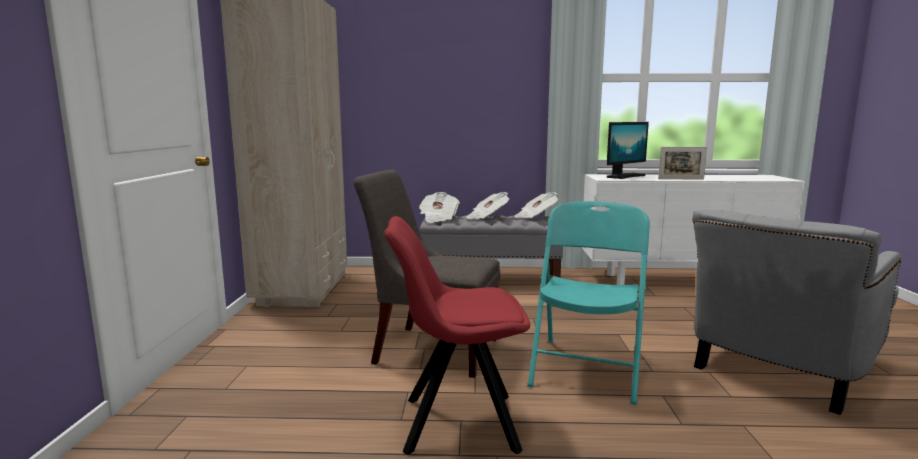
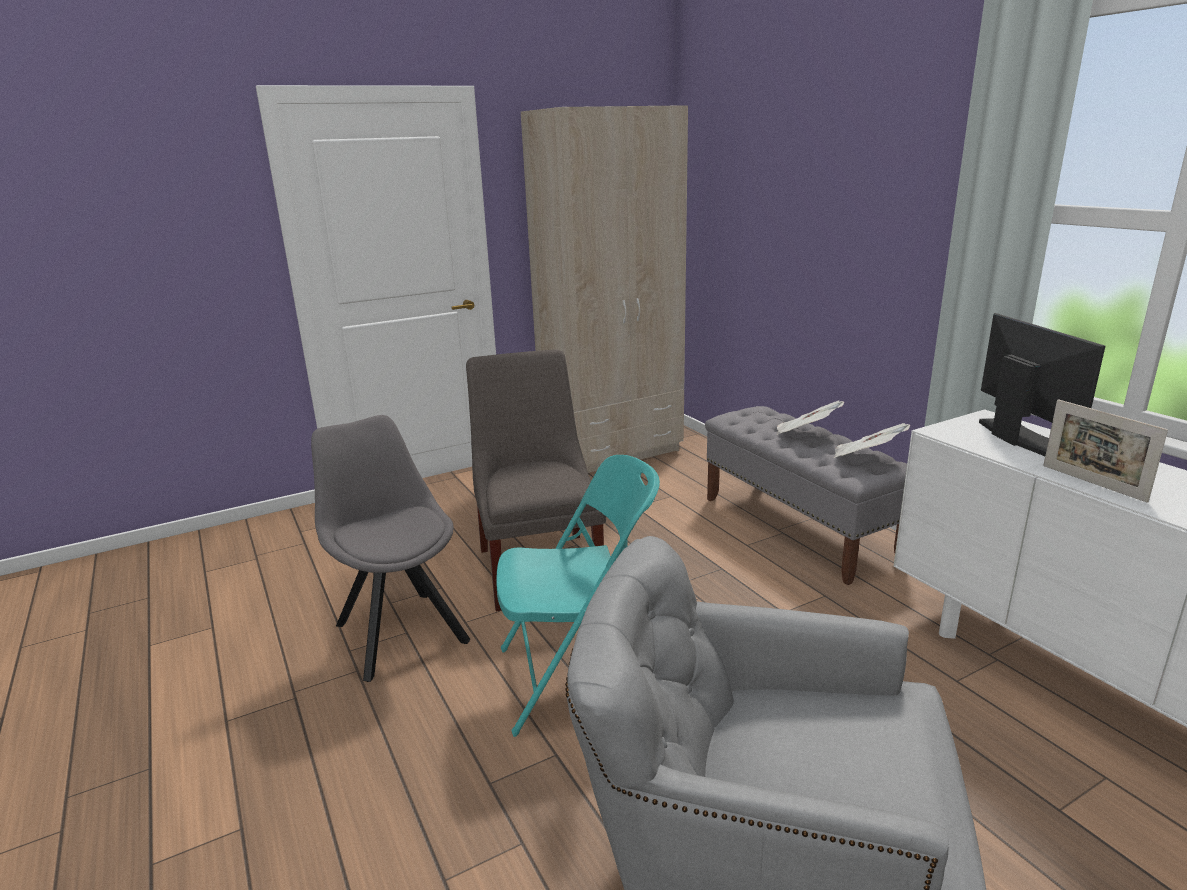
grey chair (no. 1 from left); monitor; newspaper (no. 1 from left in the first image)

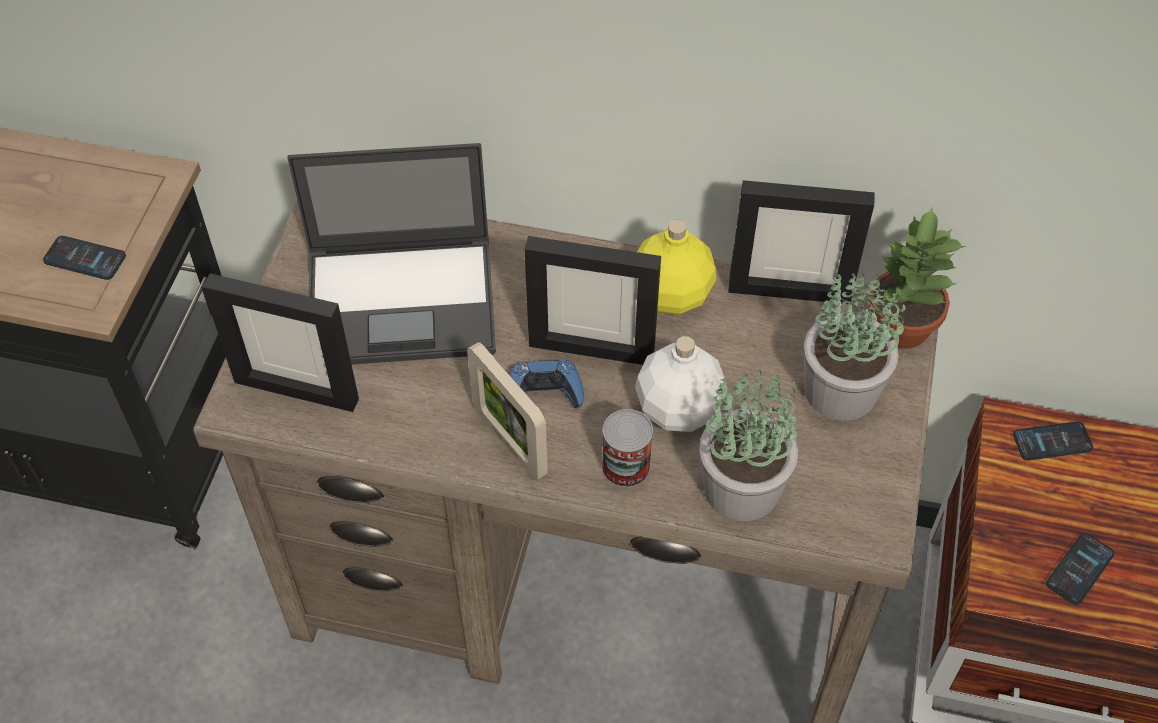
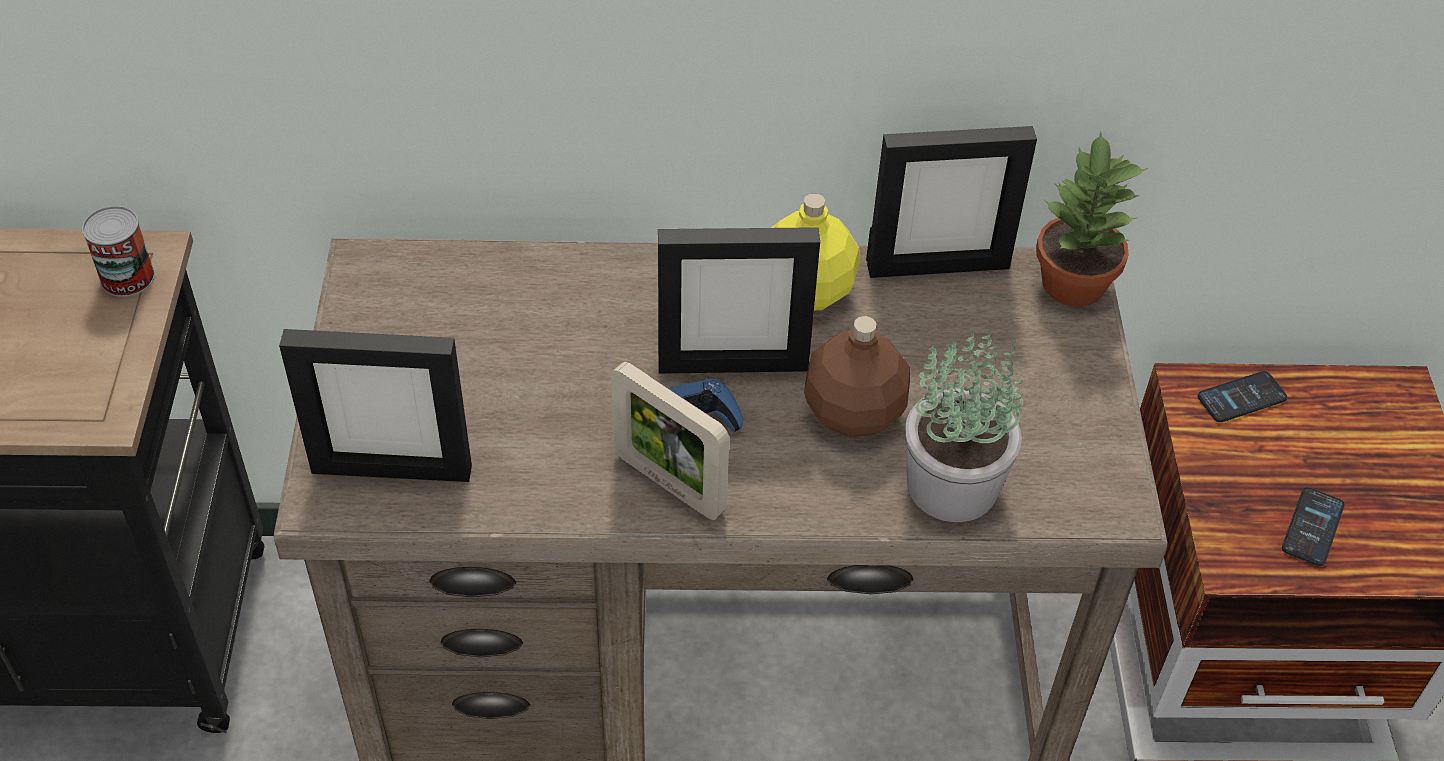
can; brown bottle; phone (no. 1 from left in the first image); laptop; potted plant (no. 2 from left in the first image)

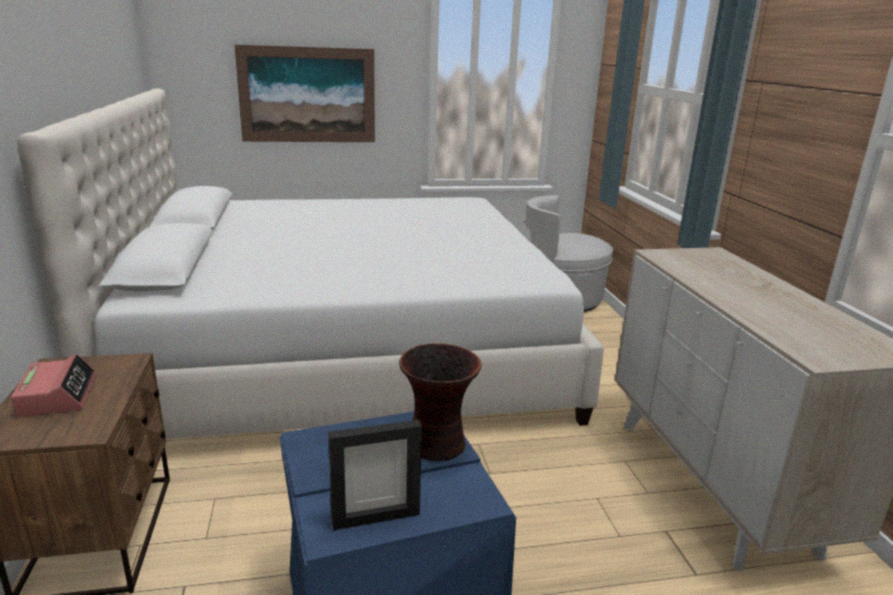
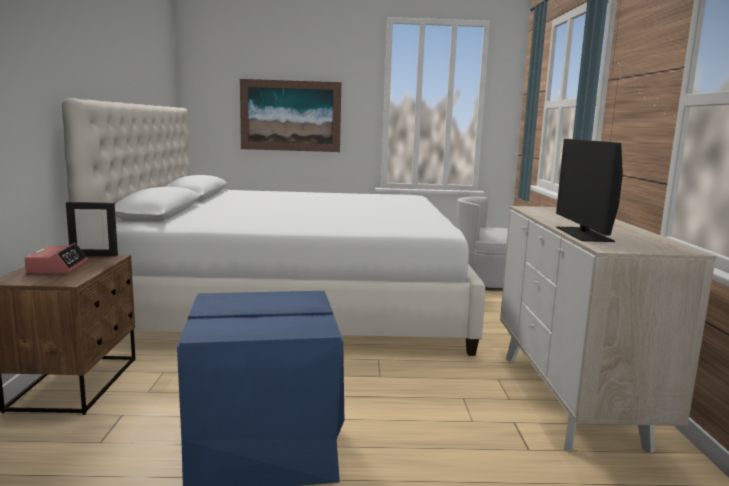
picture frame; monitor; vase

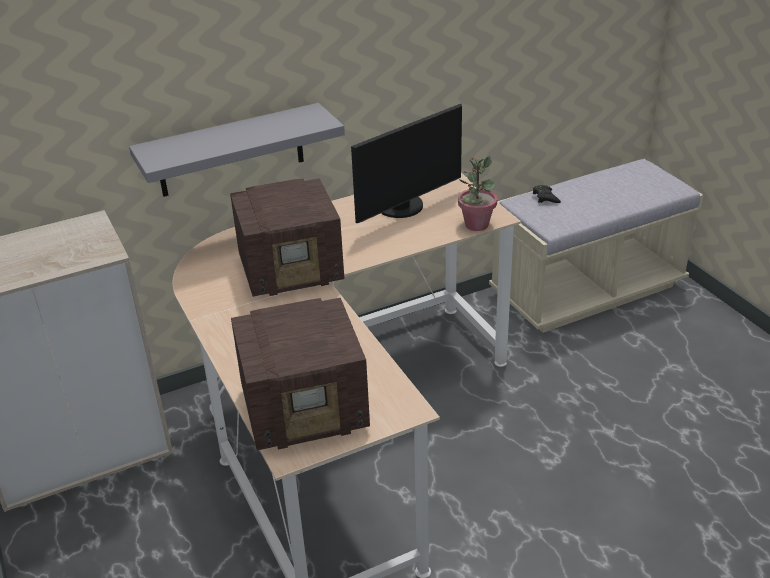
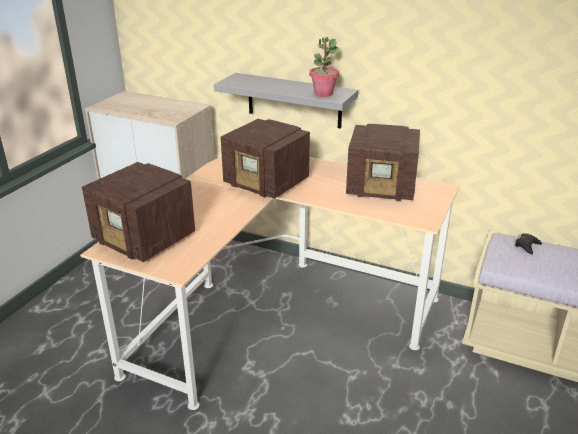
potted plant; radio (no. 3 from left)

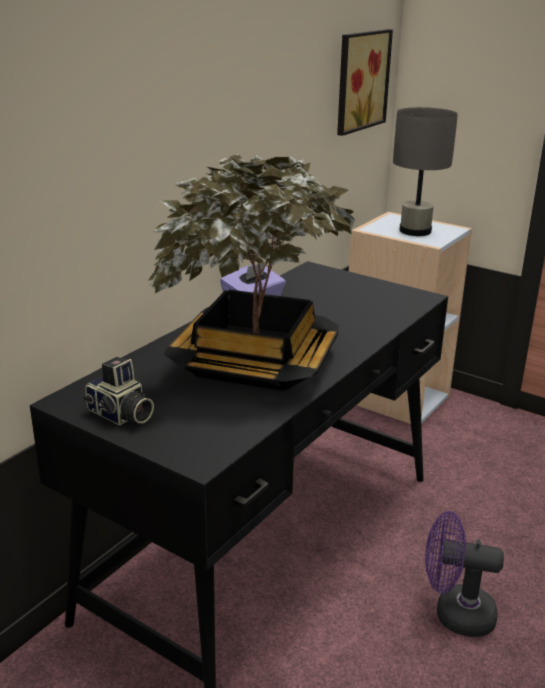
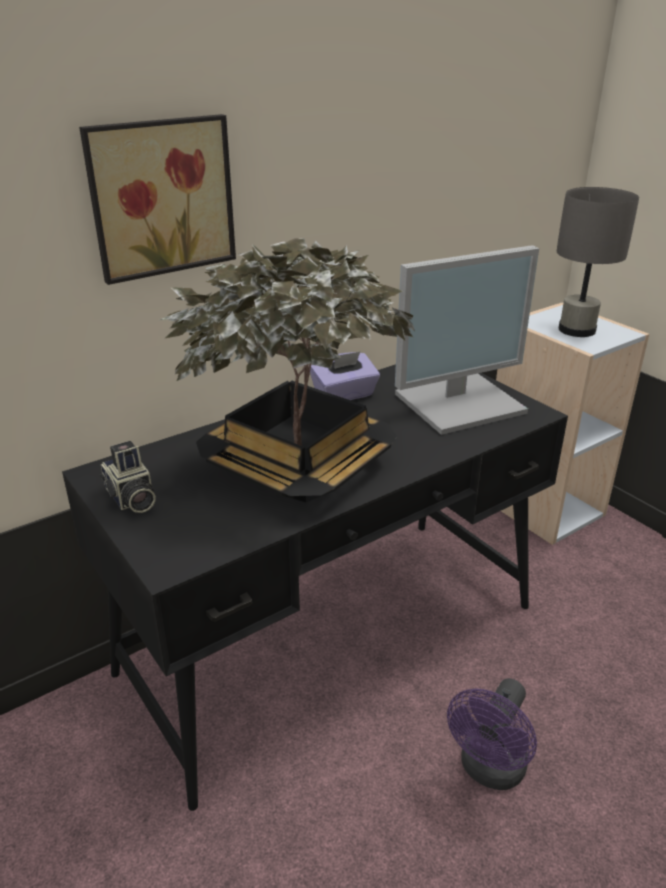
picture; monitor; purple fan

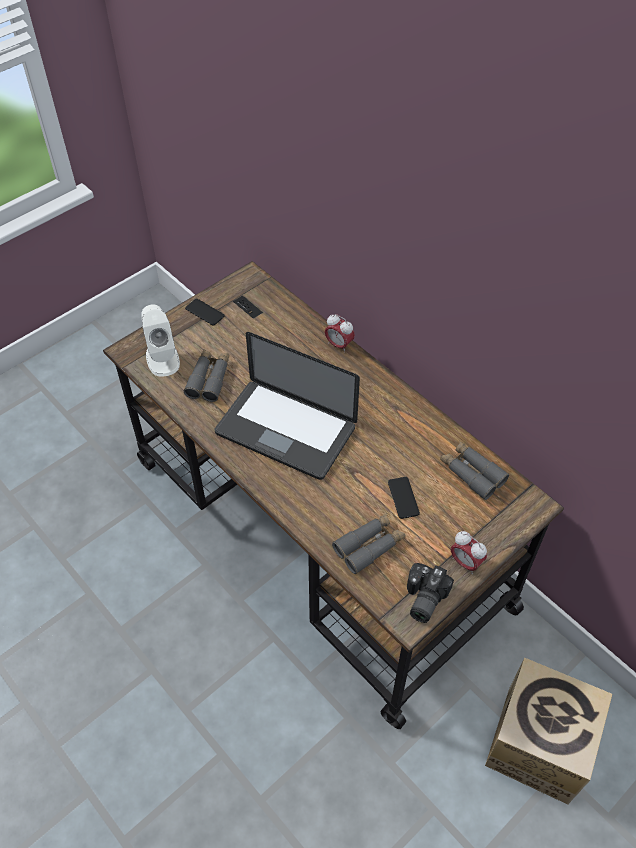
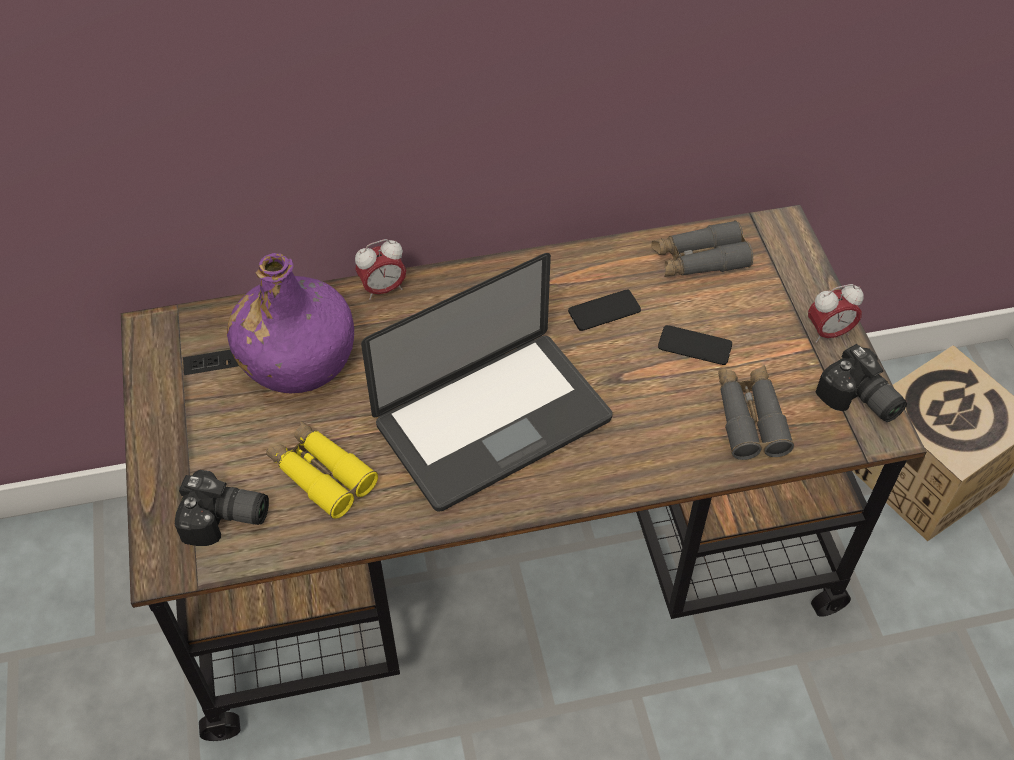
photo camera (no. 1 from left); purple bottle; yellow binoculars; phone (no. 1 from left)

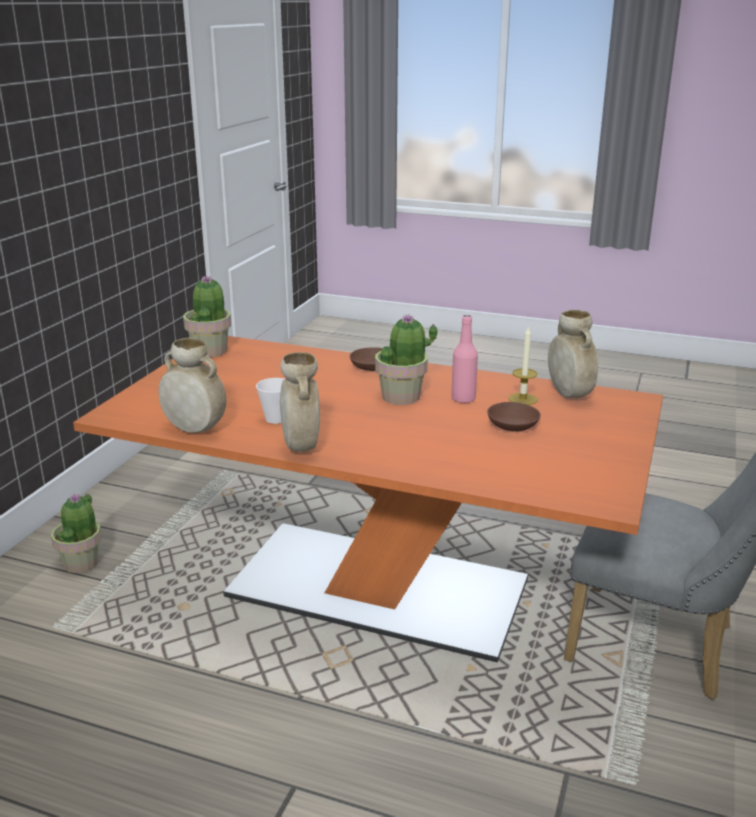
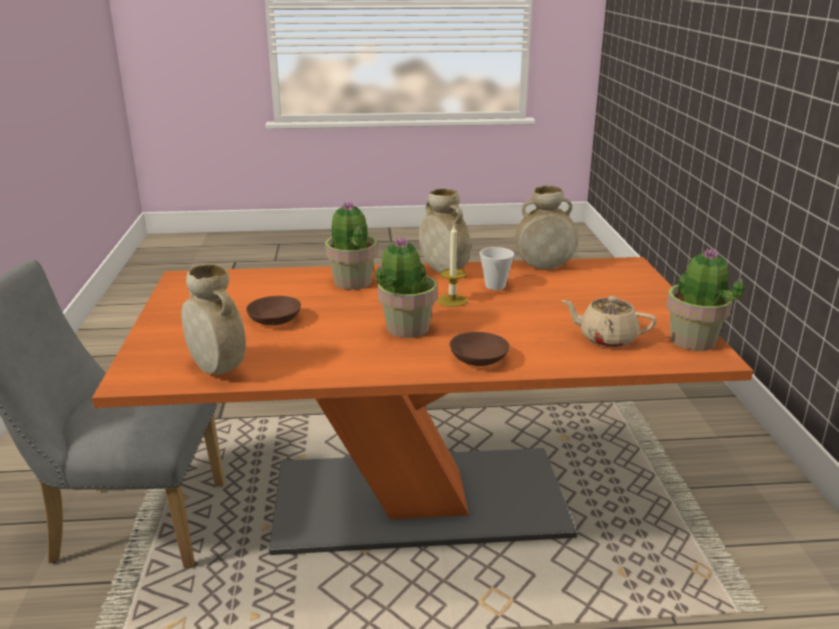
potted plant (no. 1 from left); candle; beige teapot; pink bottle

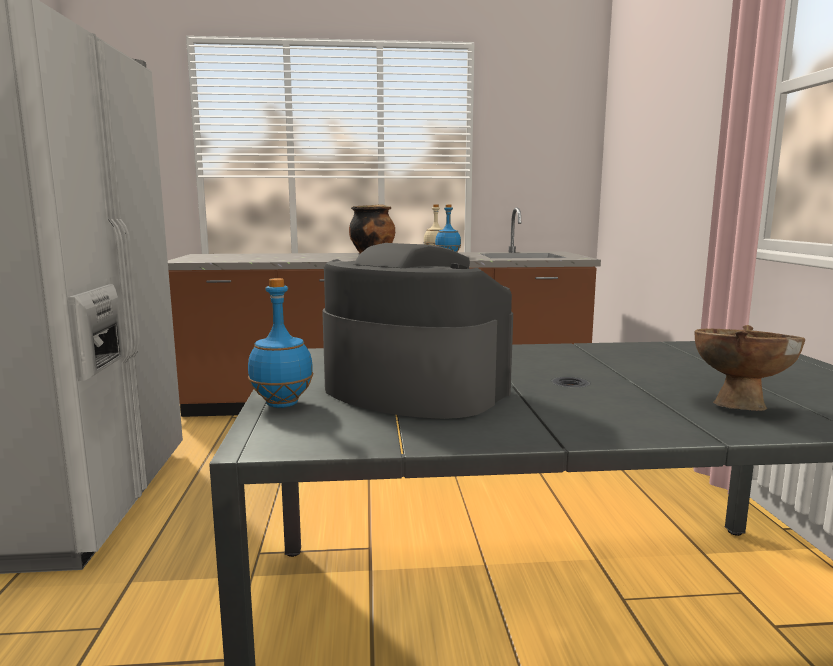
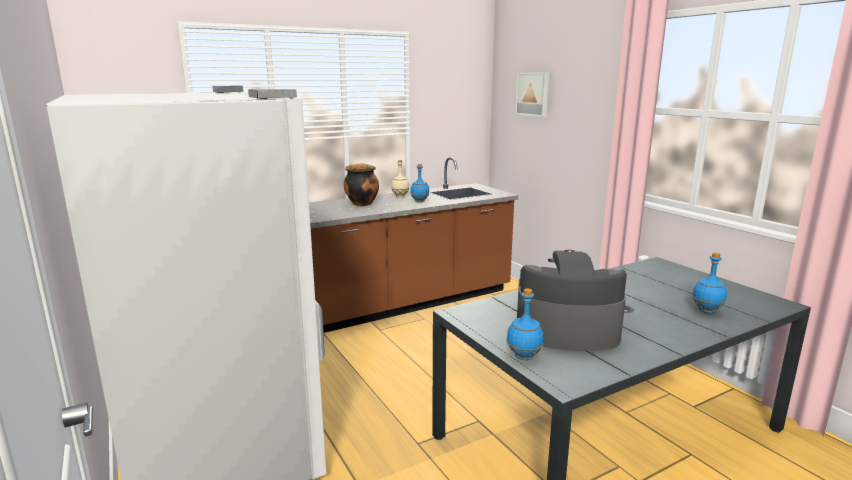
picture; blue bottle (no. 3 from left)

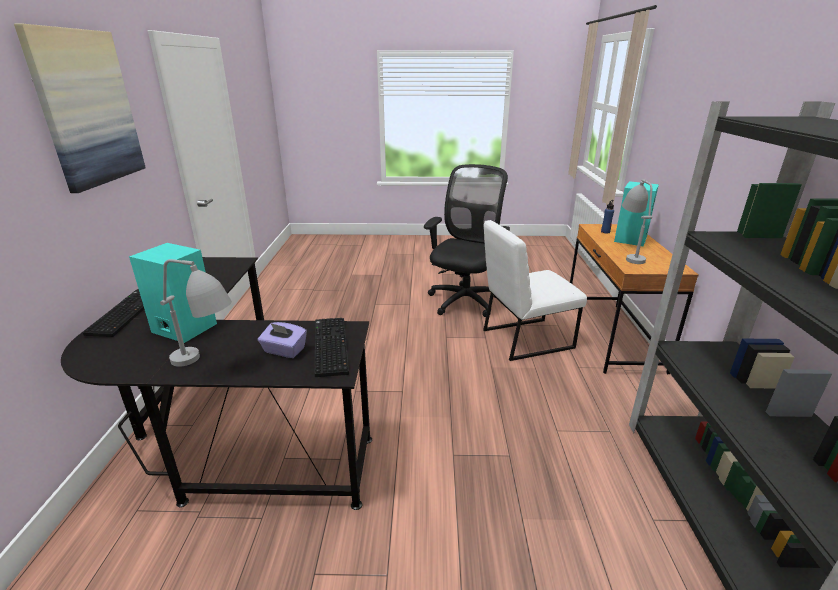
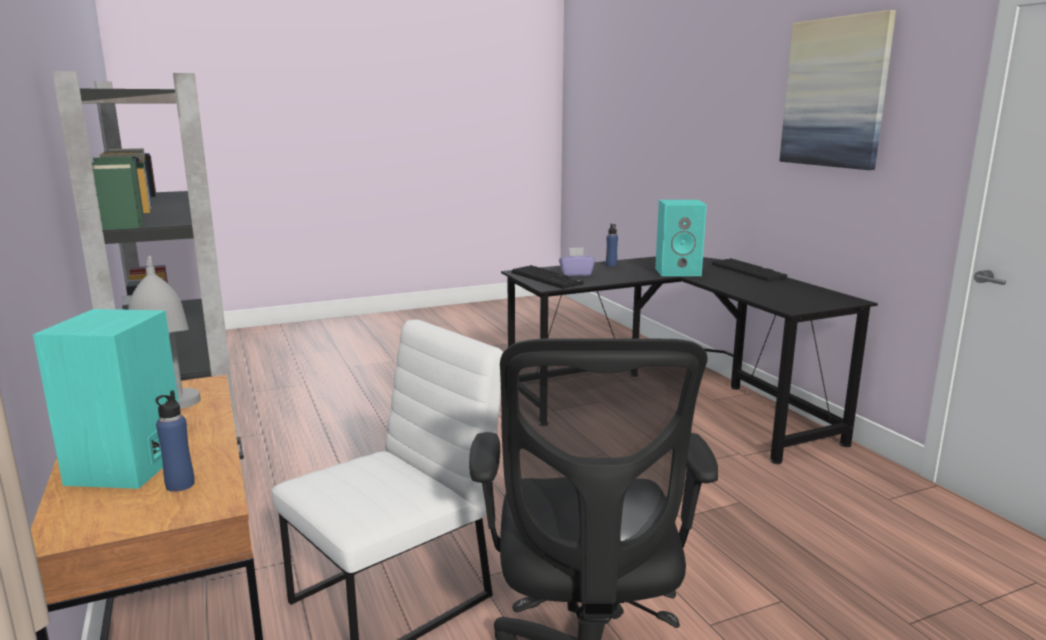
blue bottle (no. 2 from left)

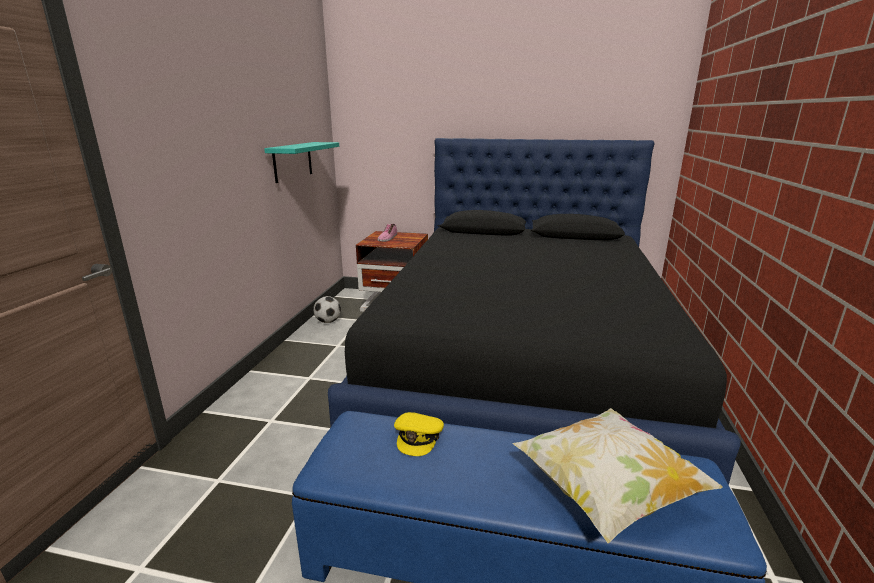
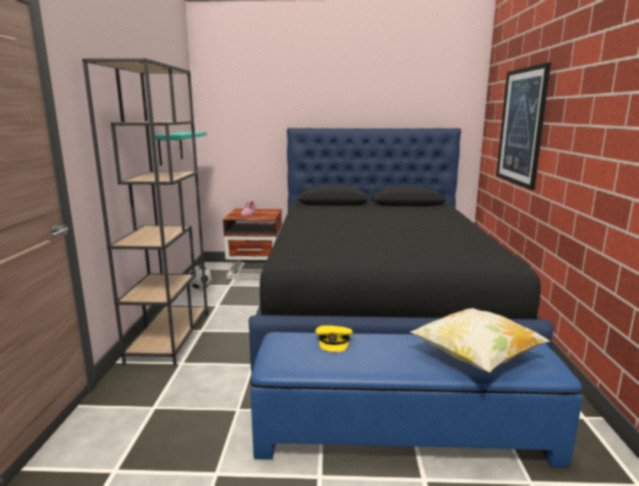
bookcase; picture

